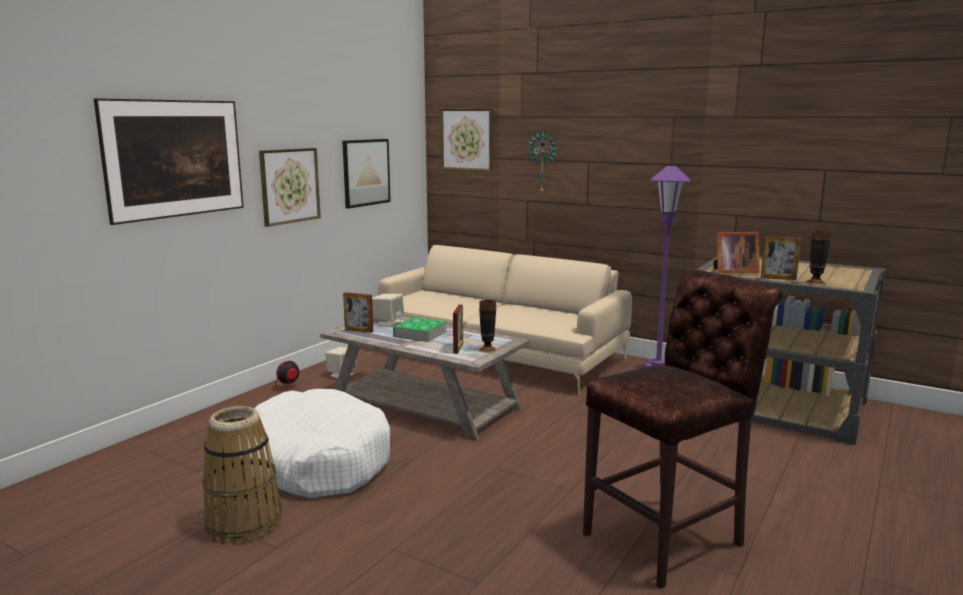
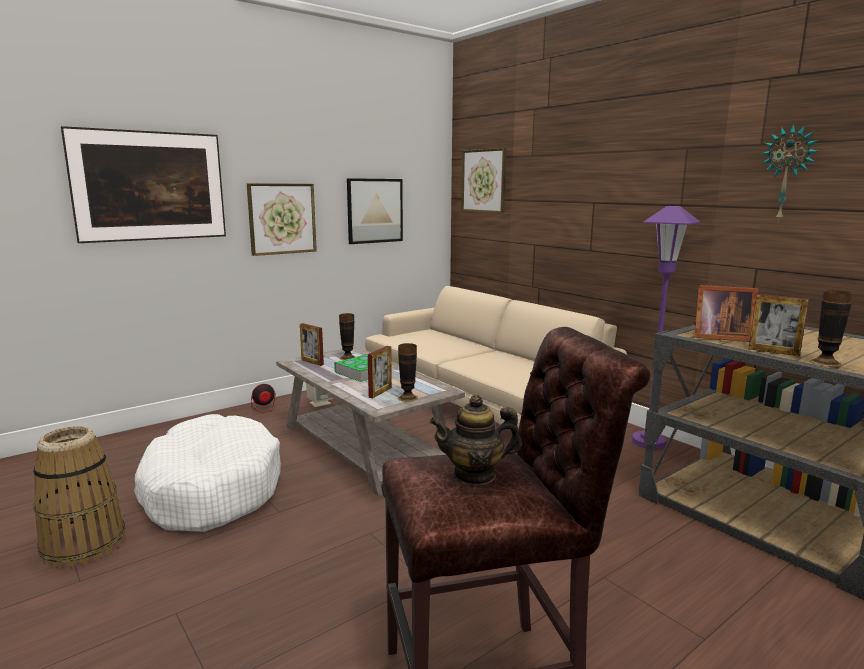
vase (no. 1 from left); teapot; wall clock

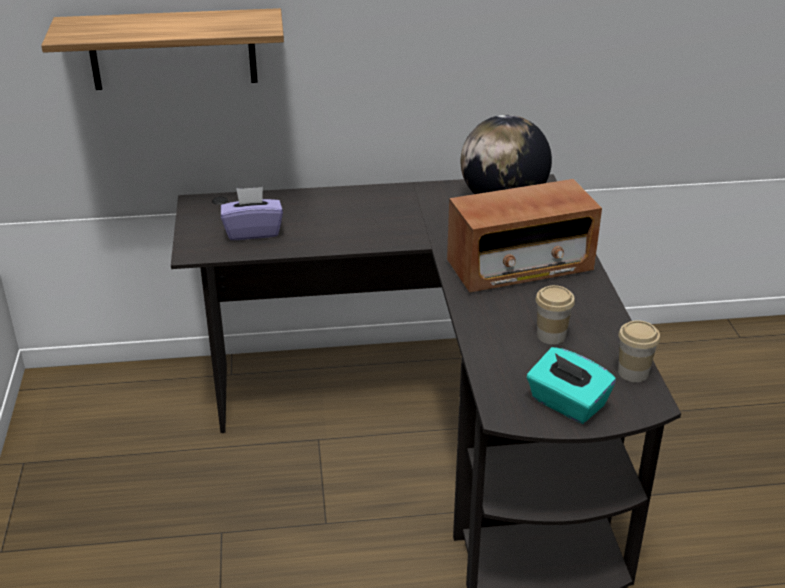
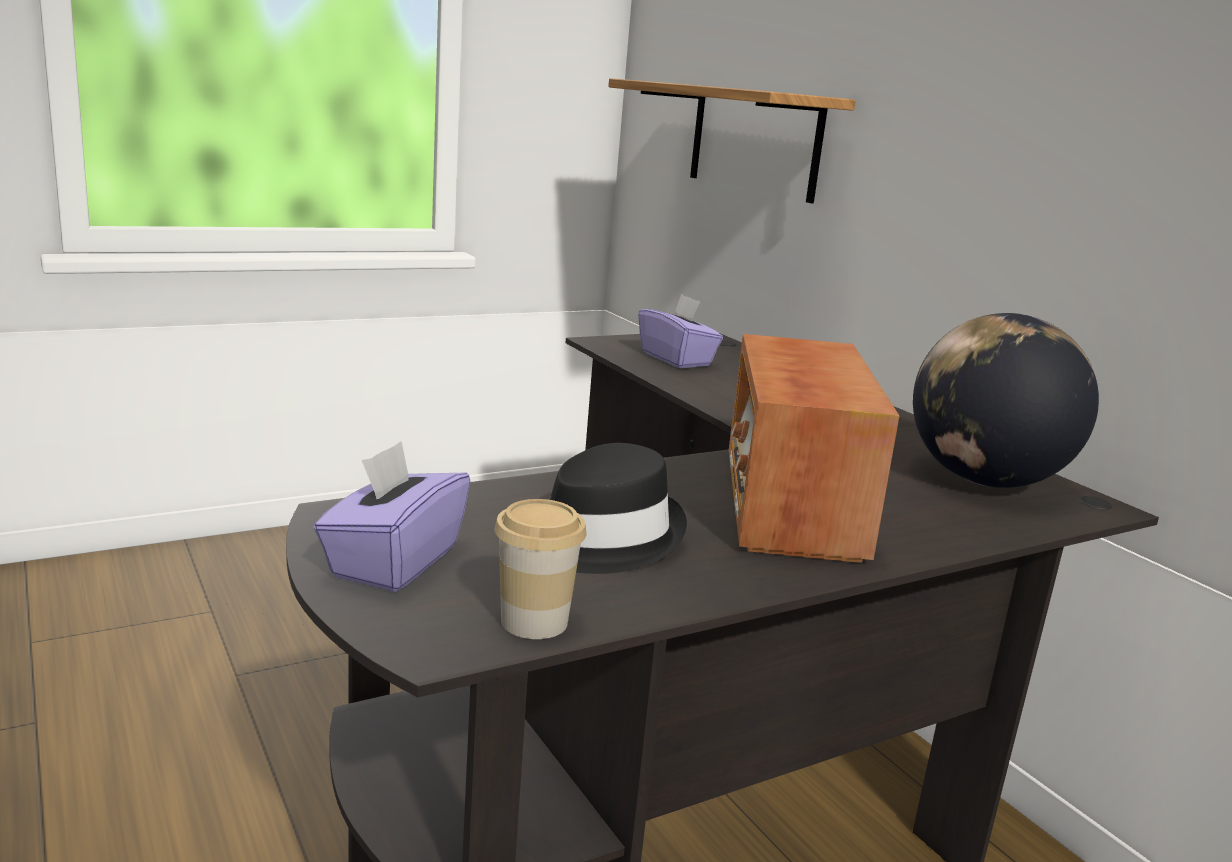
purple tissue box (no. 1 from left); black hat; radio

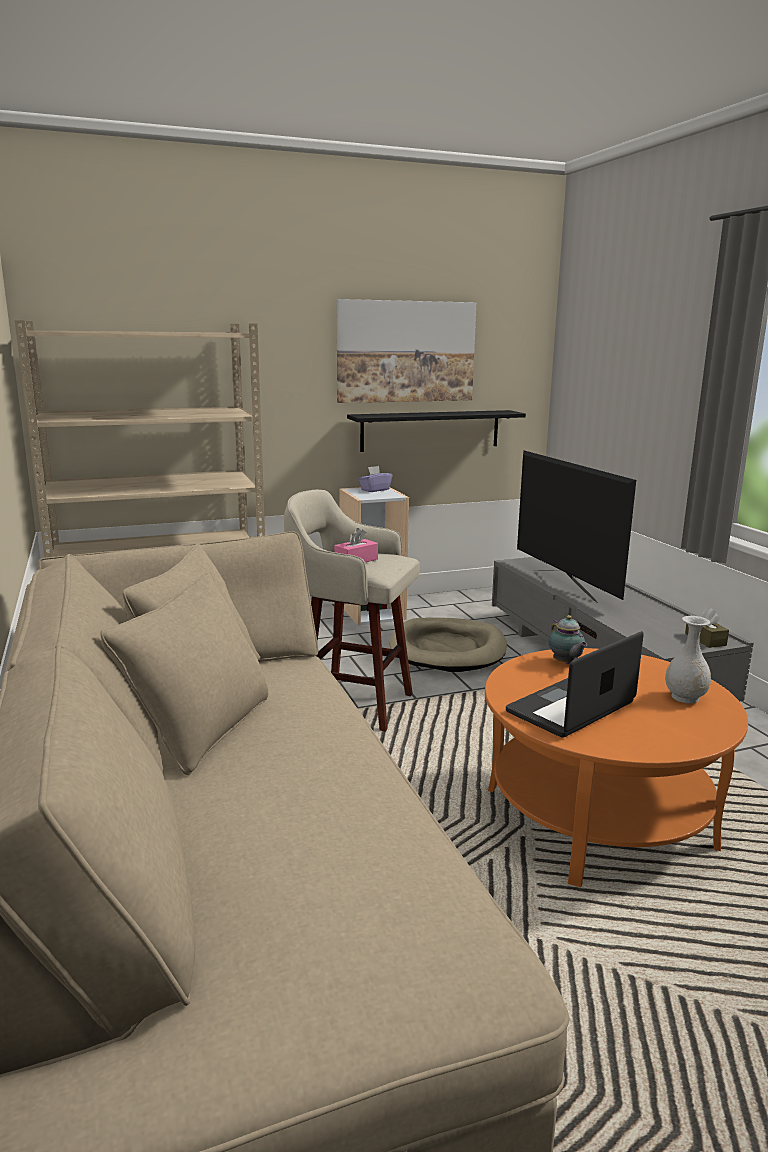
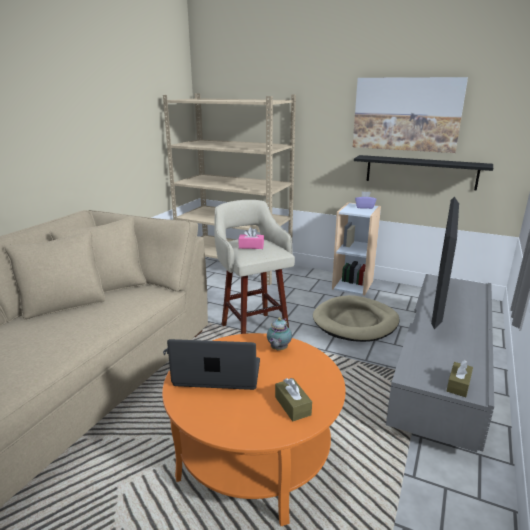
brown tissue box (no. 1 from left)

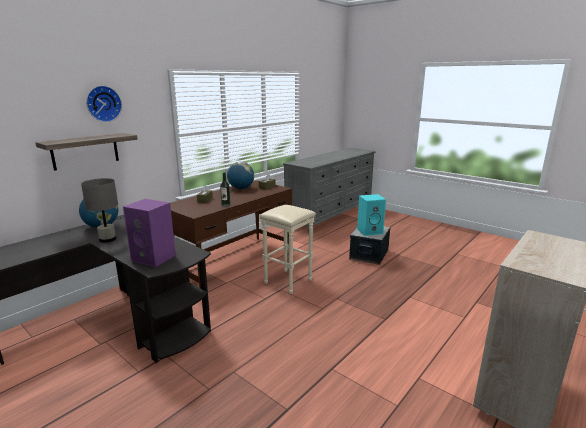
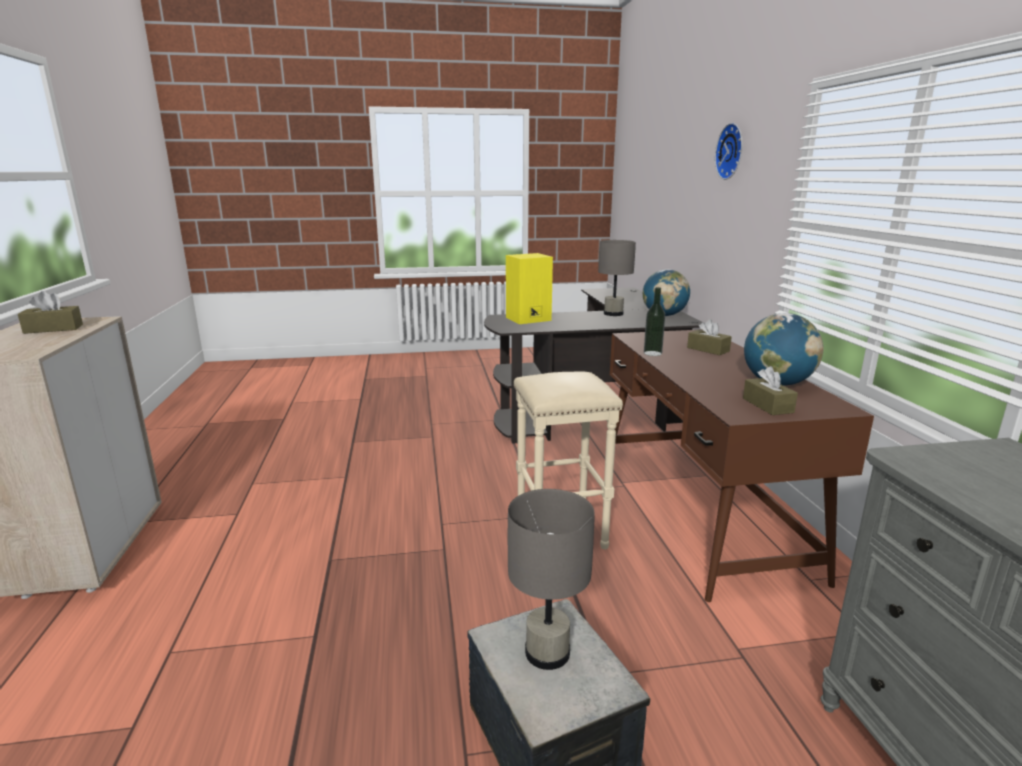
brown tissue box (no. 1 from left); yellow speaker; grey table lamp (no. 1 from left); shelf

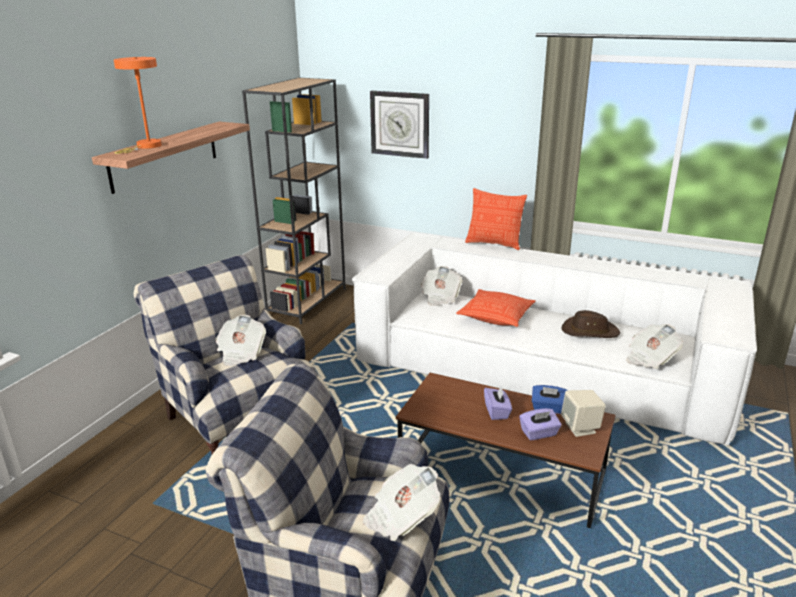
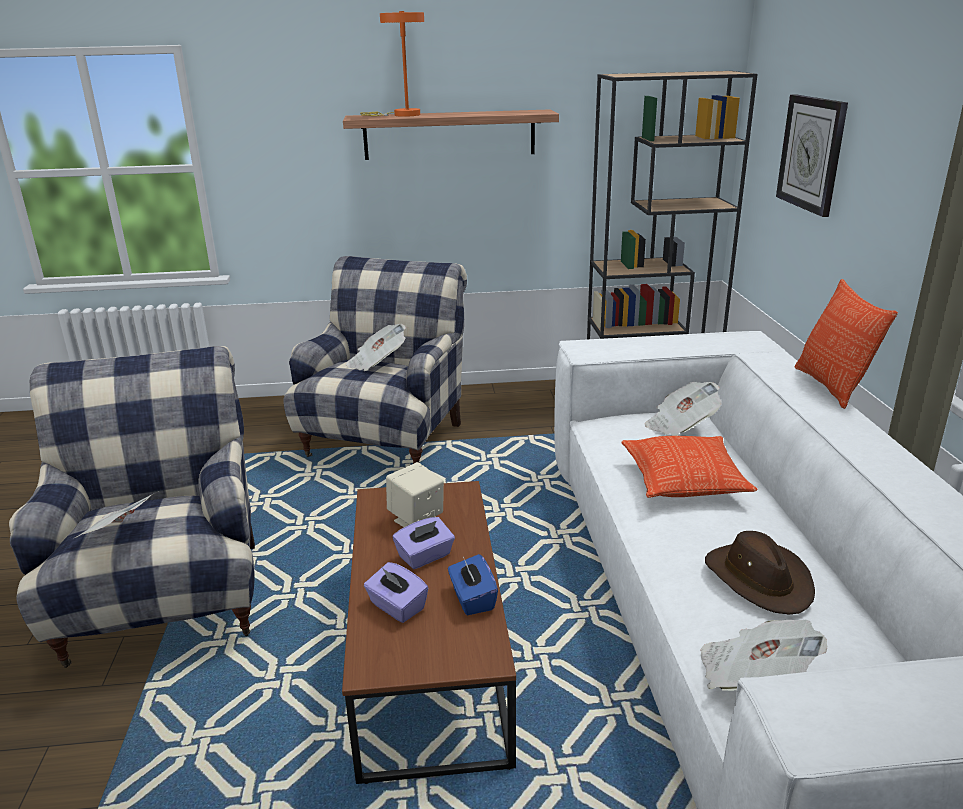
beige speaker

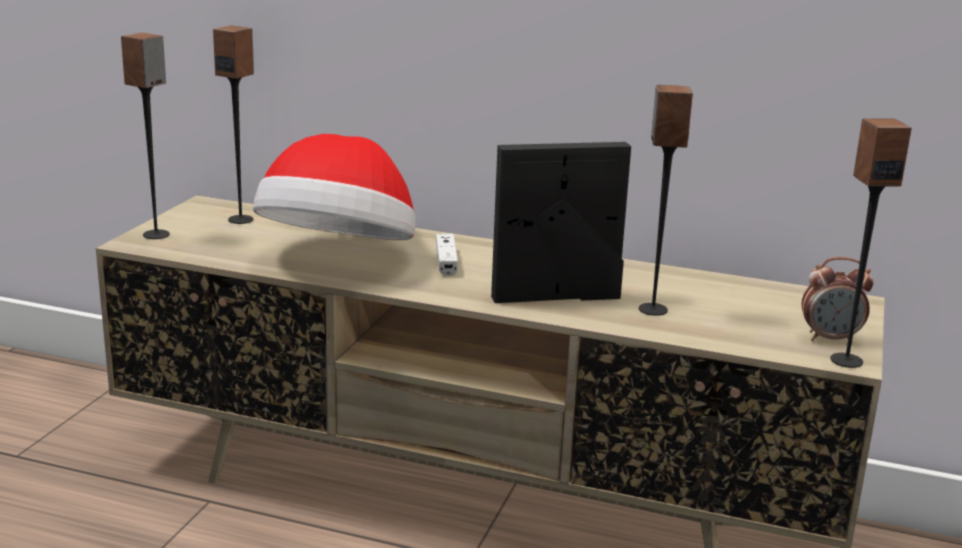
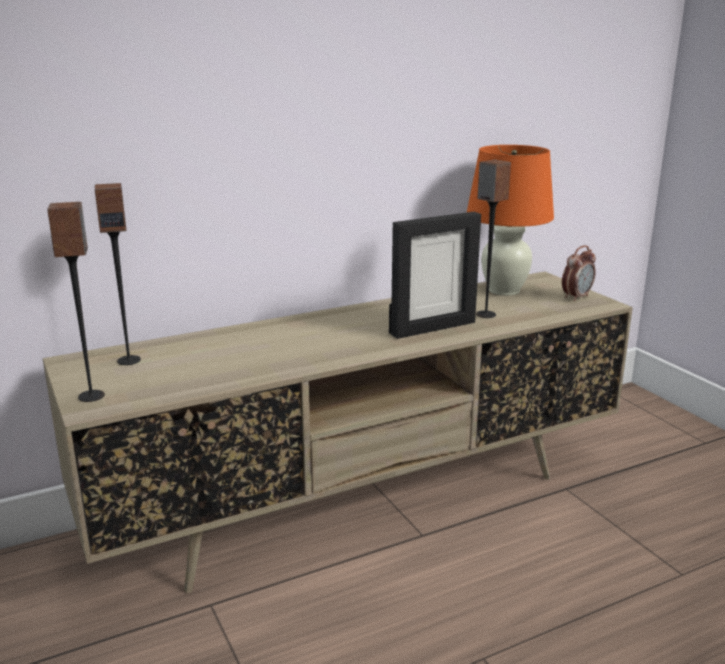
picture frame; orange table lamp; hat; white game controller; speaker (no. 4 from left in the first image)

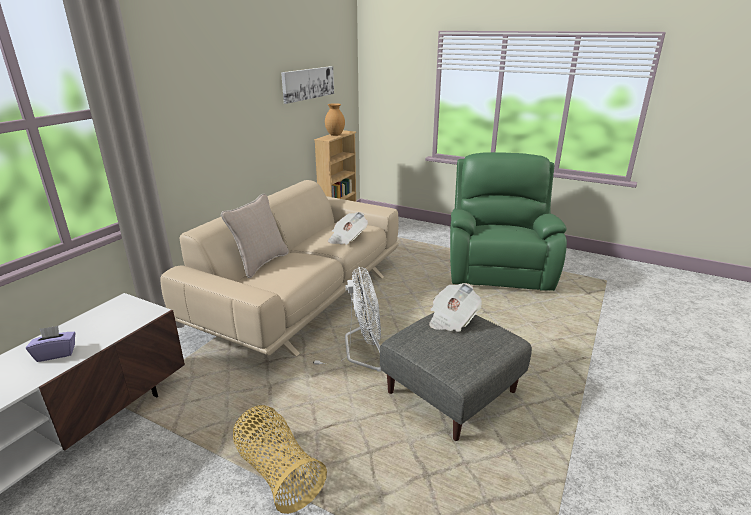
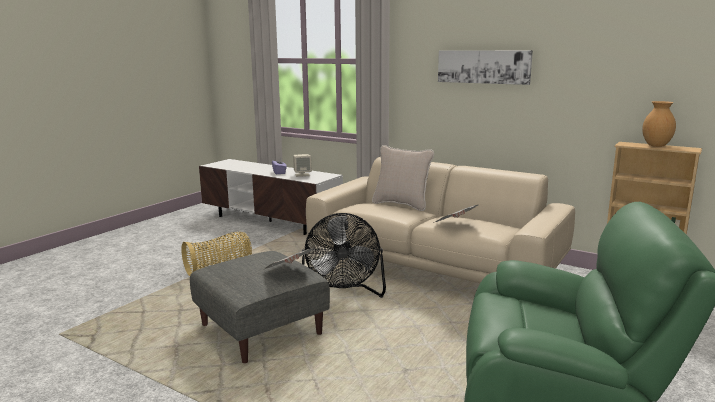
beige speaker; black fan; picture

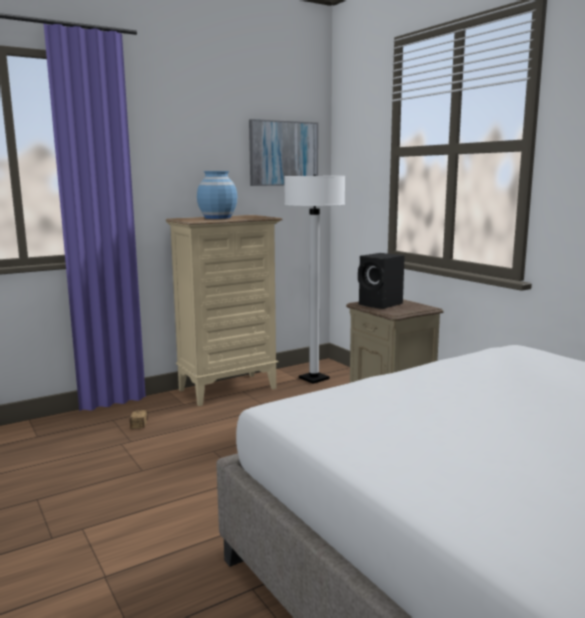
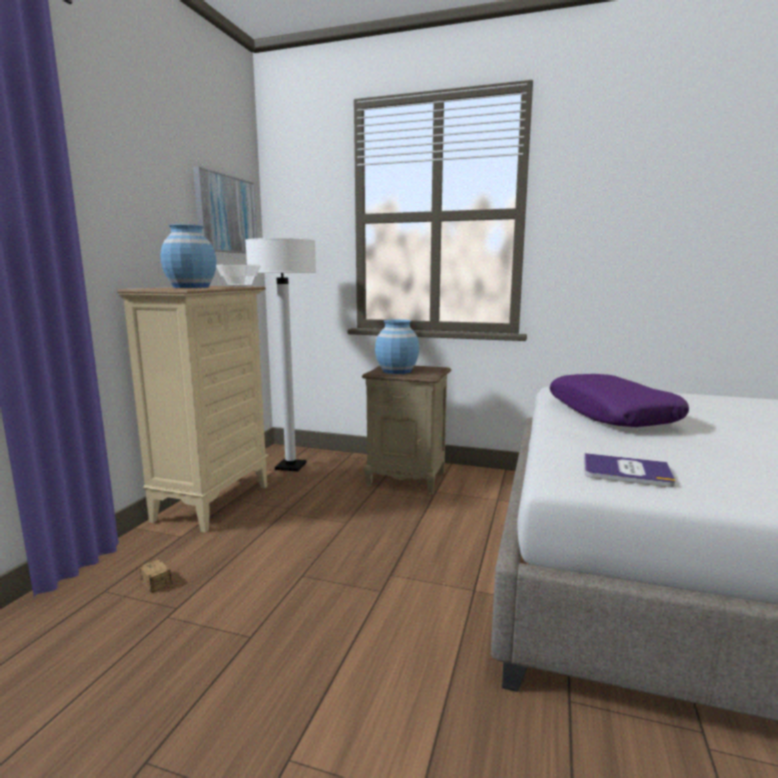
bowl; blue vase (no. 2 from left); purple pillow; book

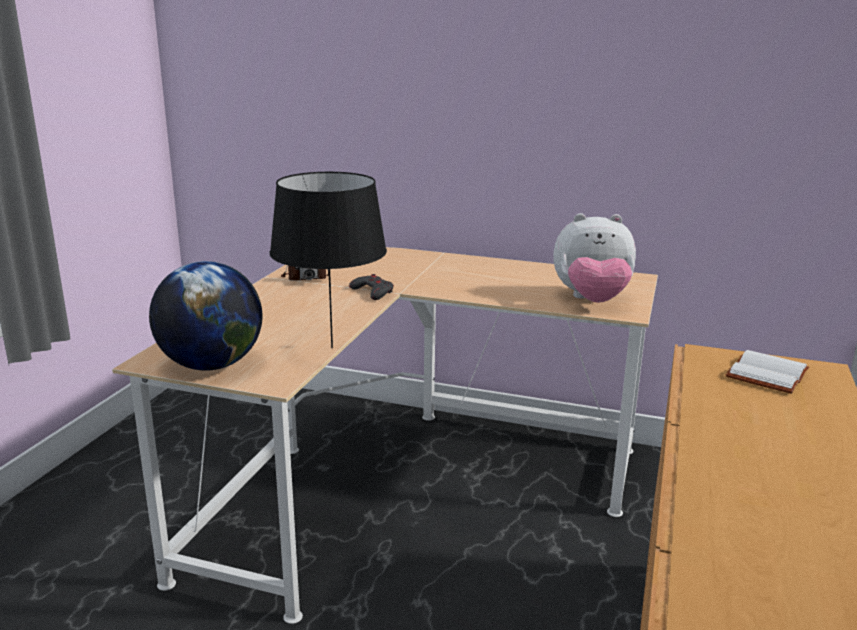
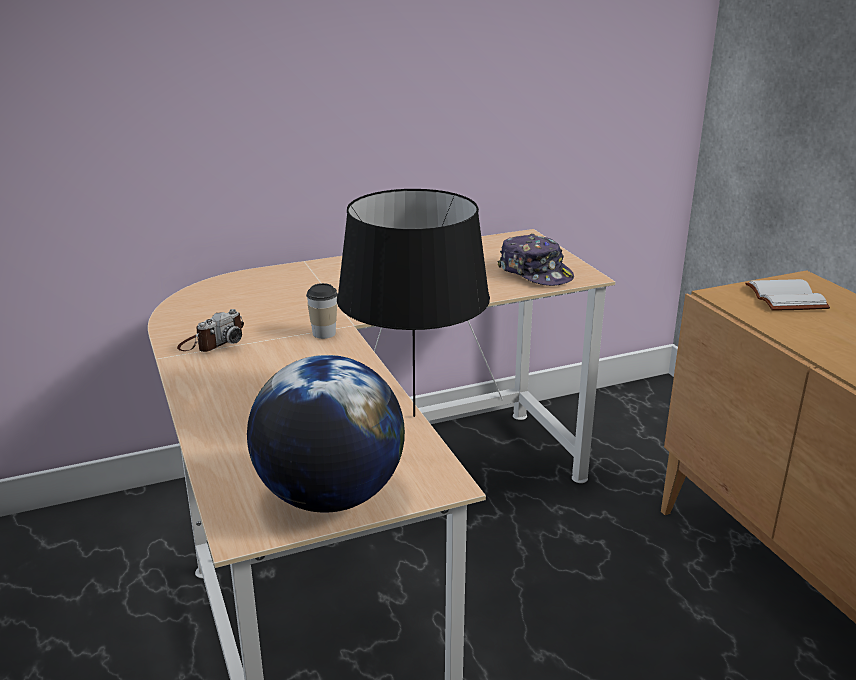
cup; cap

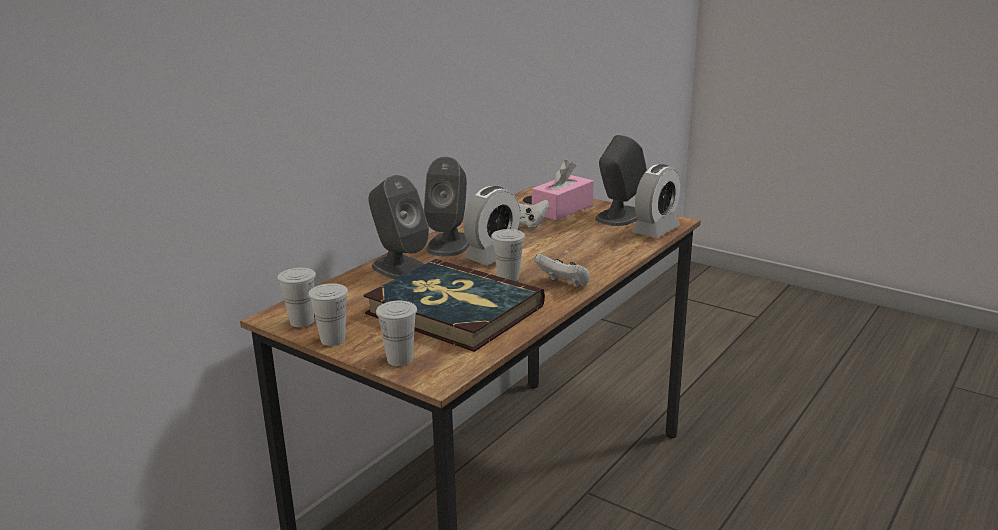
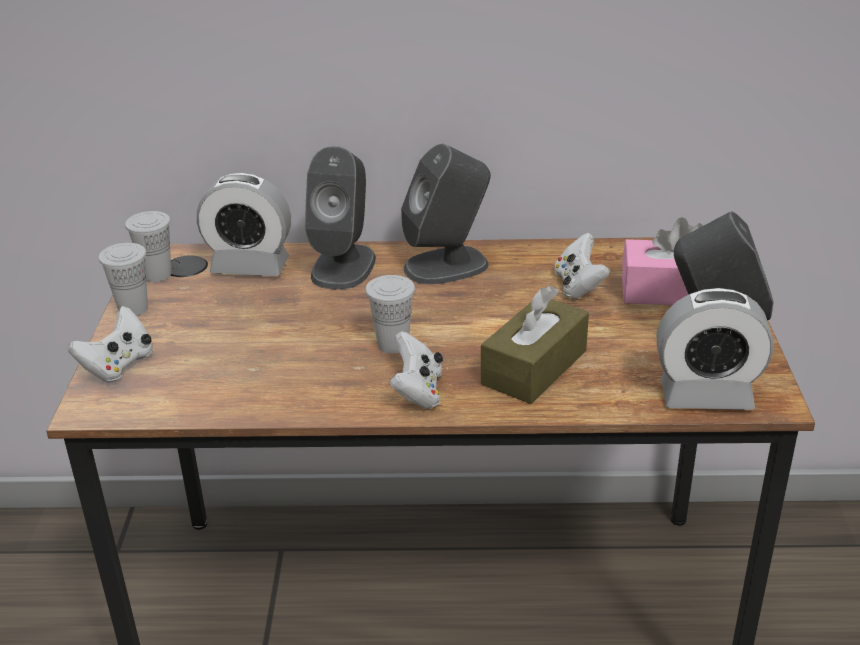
white game controller (no. 1 from left); alarm clock (no. 1 from left); brown tissue box; book

